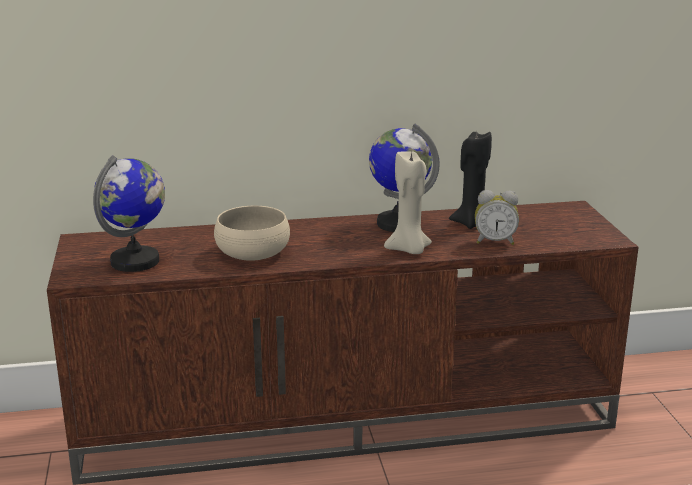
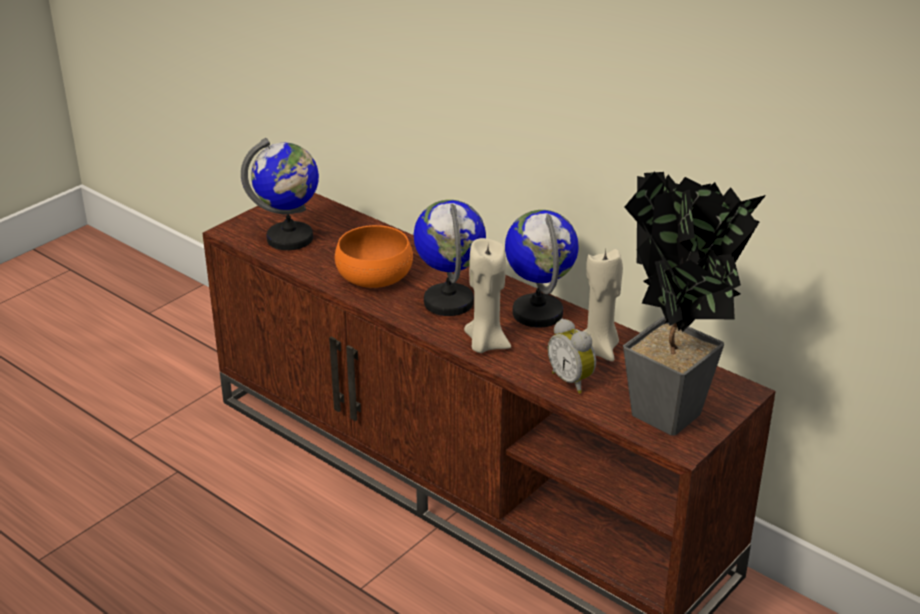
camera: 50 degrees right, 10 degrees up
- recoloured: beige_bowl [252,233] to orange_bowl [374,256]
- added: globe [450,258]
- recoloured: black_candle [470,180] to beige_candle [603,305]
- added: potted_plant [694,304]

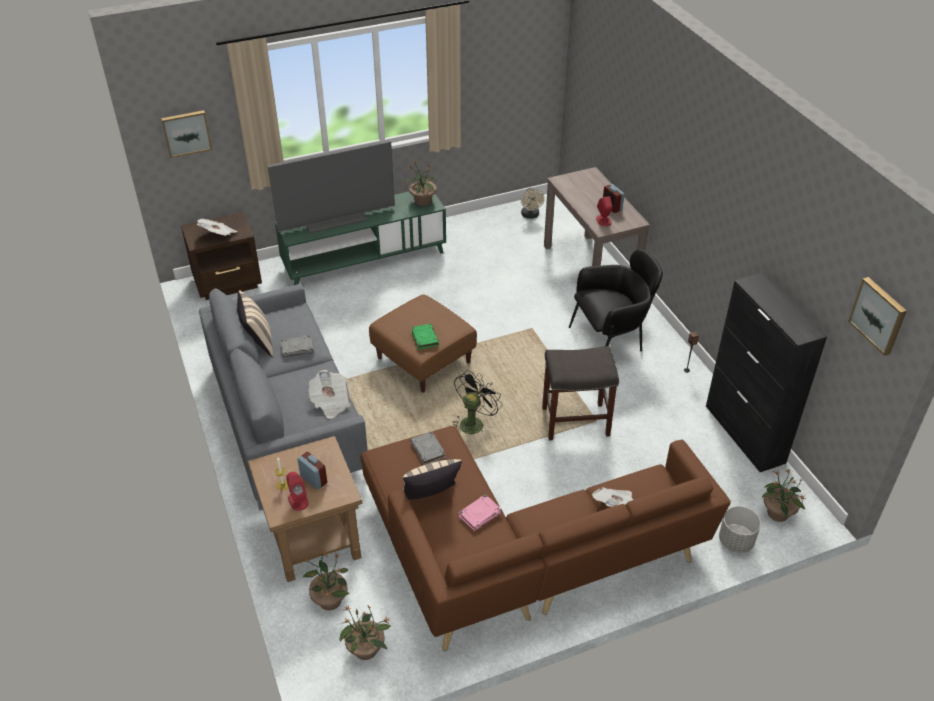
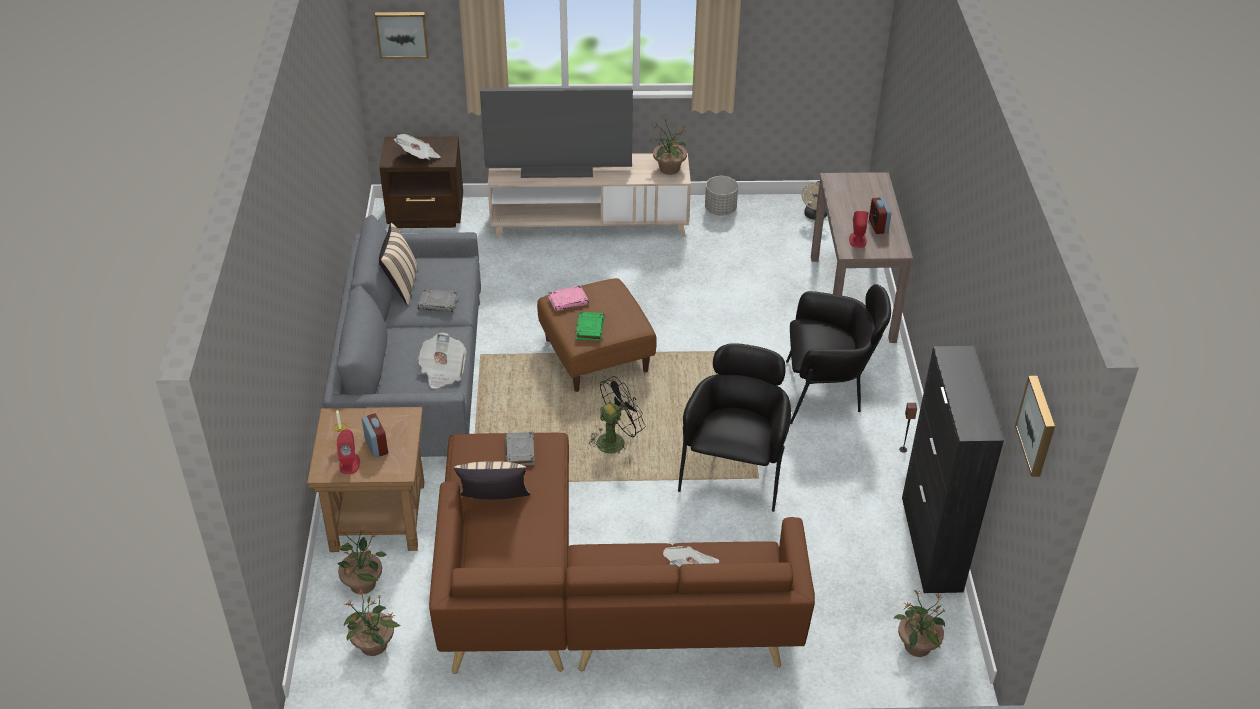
camera: 20 degrees right, 0 degrees up
- recoloured: green_tv_stand [360,238] to beige_tv_stand [589,196]
- moved: pink_book [480,512] to [568,298]
- replaced: grey_stool [580,393] to black_armchair [734,427]
- moved: grey_planter [740,529] to [721,196]

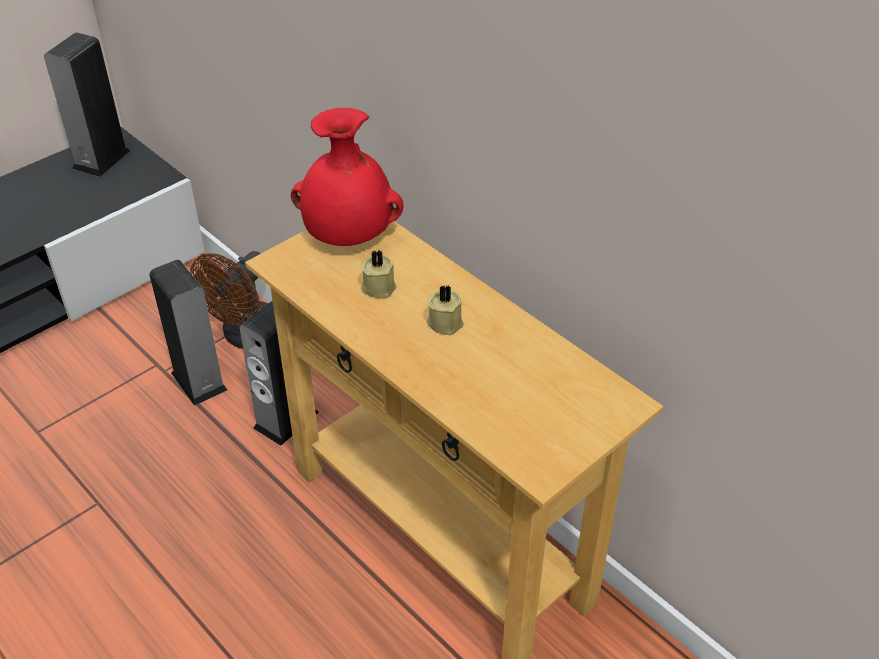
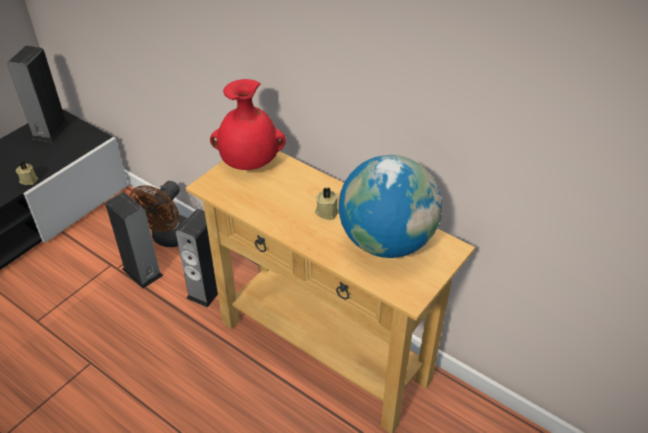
camera: 10 degrees left, 0 degrees up
- moved: beige_candle [378,274] to [27,173]
- added: globe [390,206]

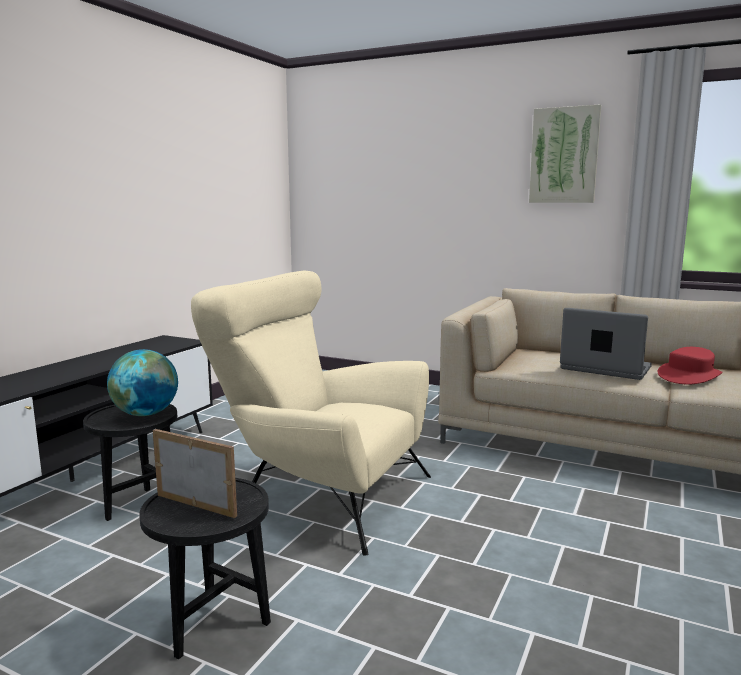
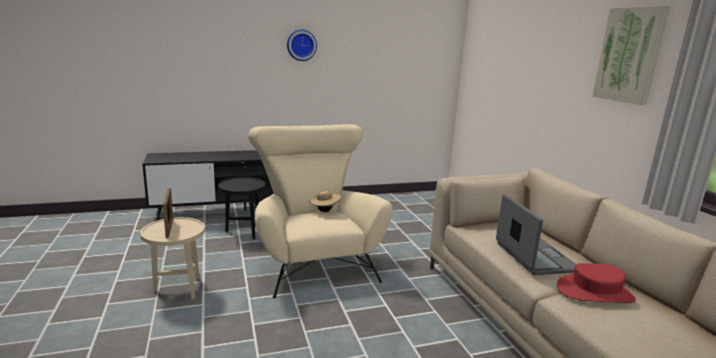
camera: 45 degrees right, 5 degrees up
- recoloured: black_side_table [205,568] to beige_side_table [172,258]
- added: wall_clock [302,45]
- added: beige_hat [325,200]
- removed: globe [142,382]

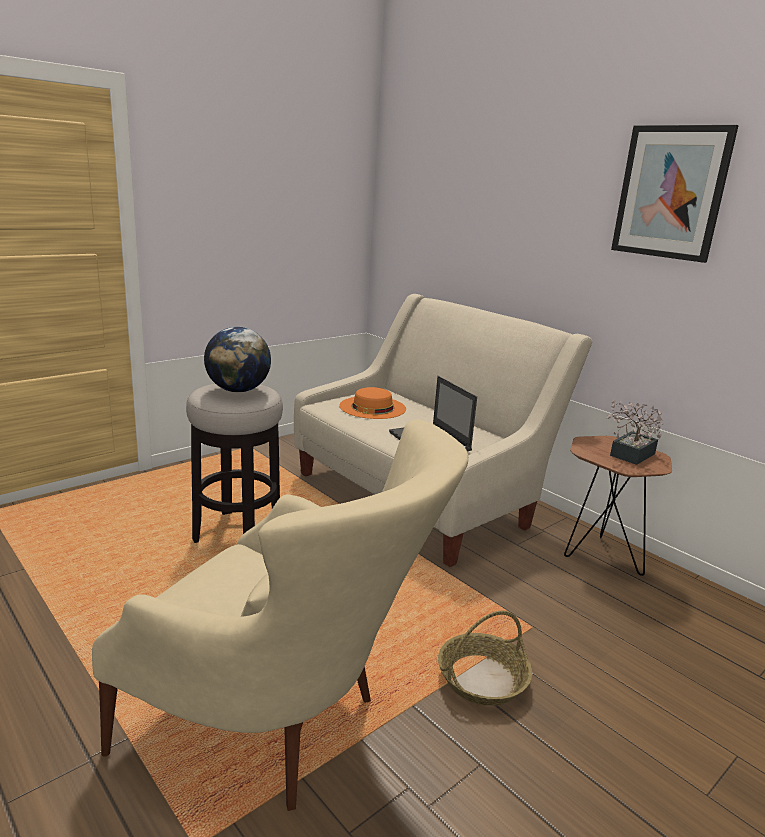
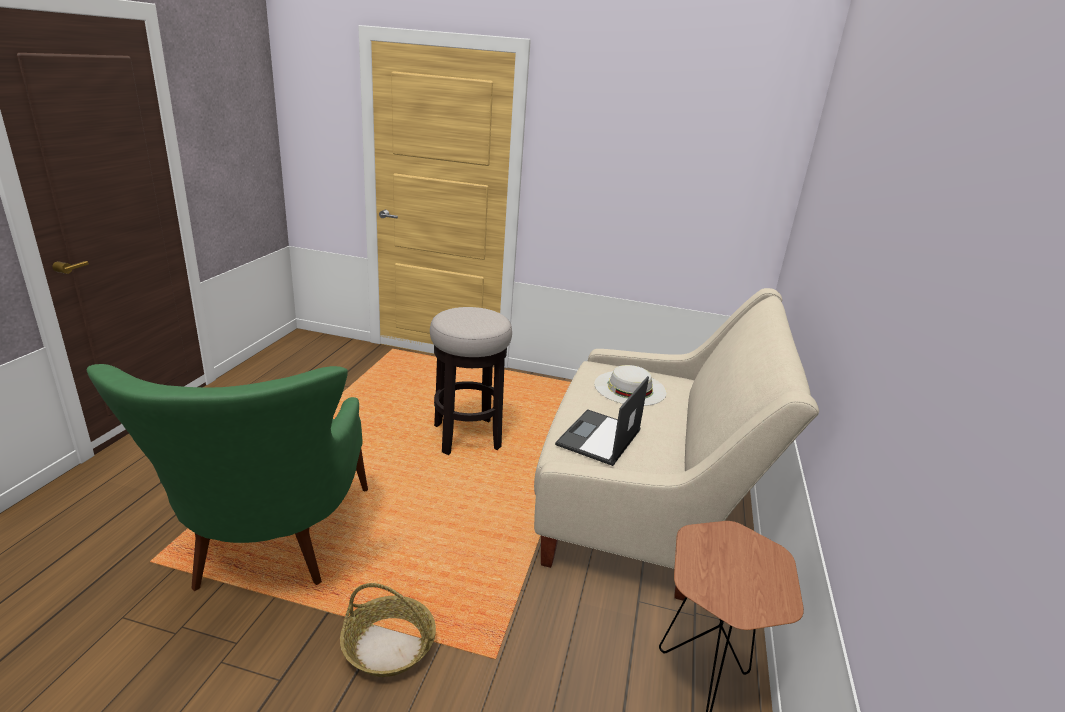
camera: 55 degrees right, 5 degrees up
- recoloured: beige_armchair [280,615] to green_armchair [227,477]
- recoloured: orange_hat [372,403] to white_hat [630,385]
- removed: globe [237,359]
- removed: potted_plant [635,432]
- removed: picture [675,194]

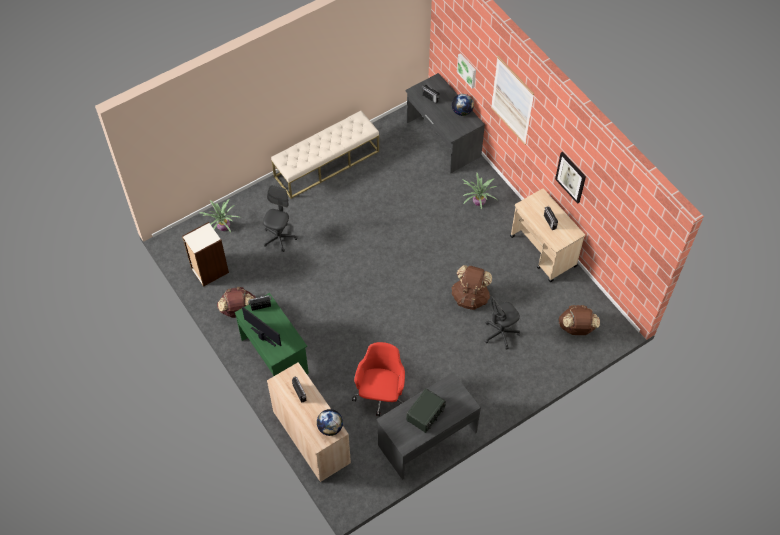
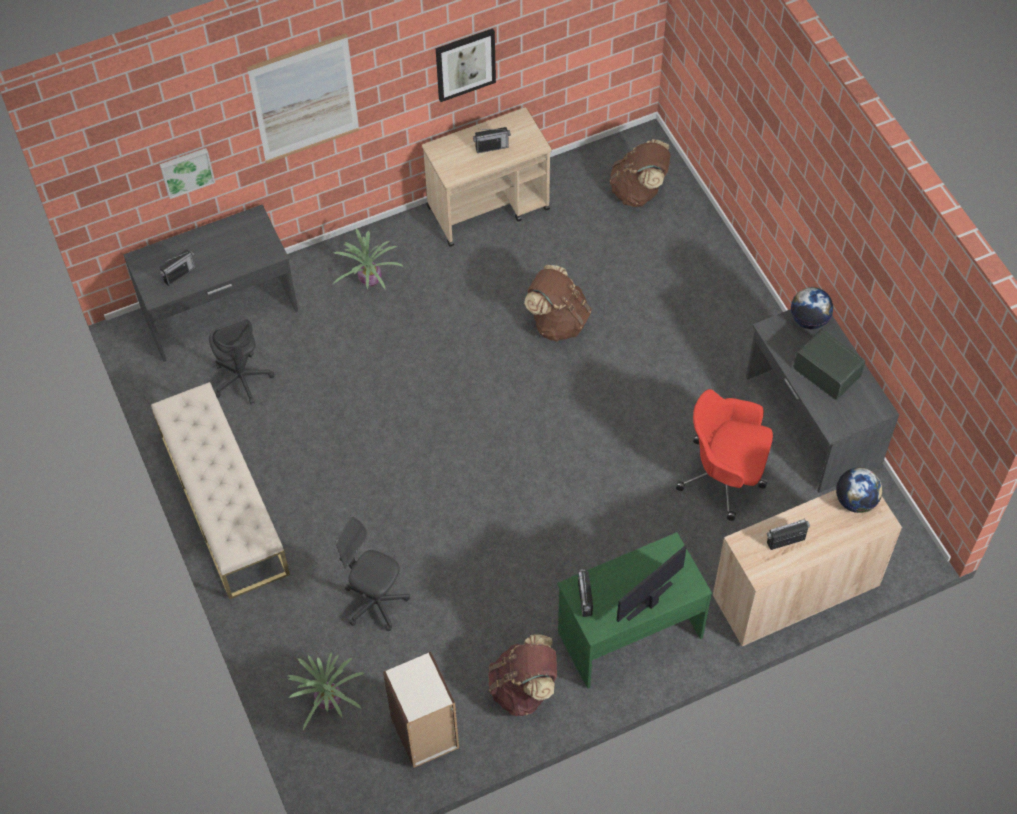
camera: 80 degrees left, 0 degrees up
- moved: grey_office_chair [502,322] to [241,361]
- moved: globe [463,105] to [812,308]

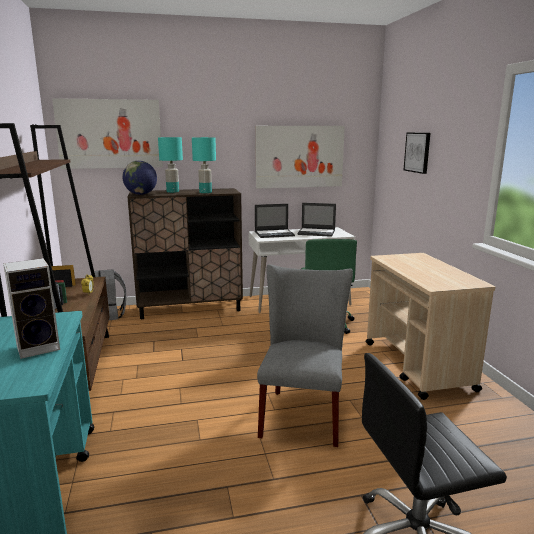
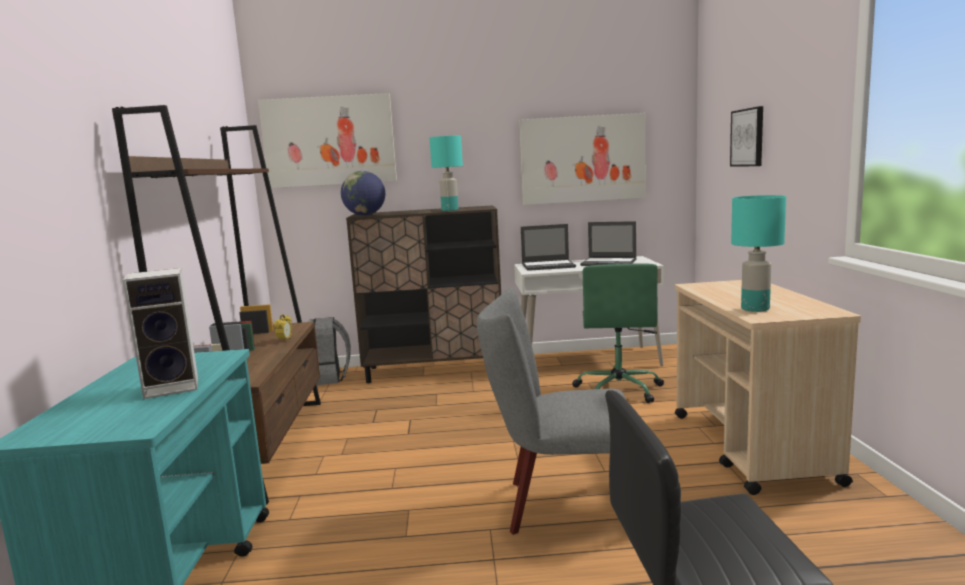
camera: 10 degrees right, 5 degrees down
- turned: grey_chair [305,355] = [551,411] 105 degrees counterclockwise
- moved: turquoise_table_lamp [170,165] to [758,253]

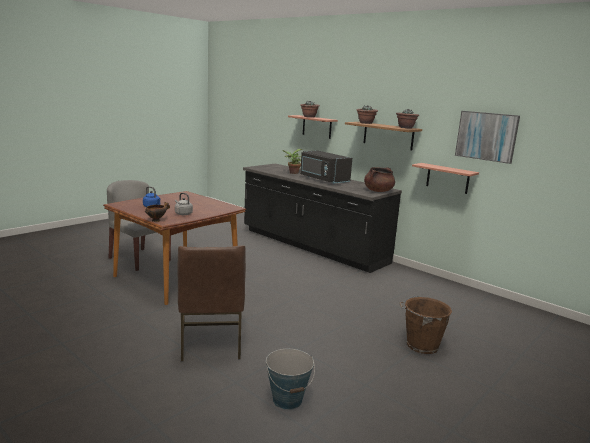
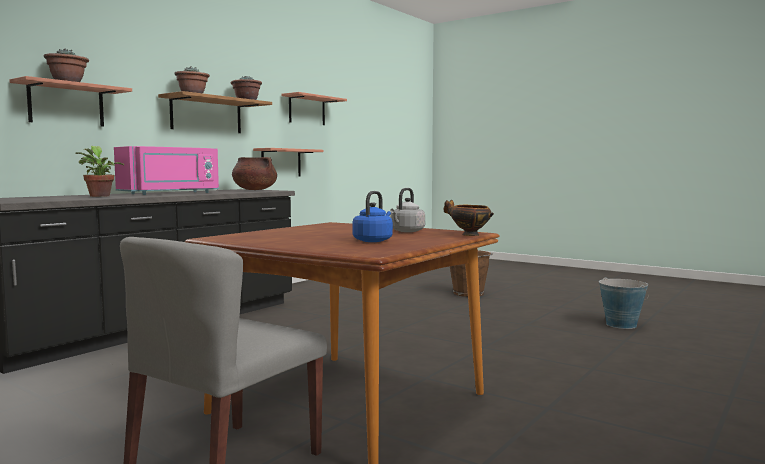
camera: 95 degrees left, 10 degrees down
- recoloured: black_microwave [326,167] to pink_microwave [166,170]
- replaced: picture [487,137] to shelf [314,108]
- removed: brown_chair [211,303]

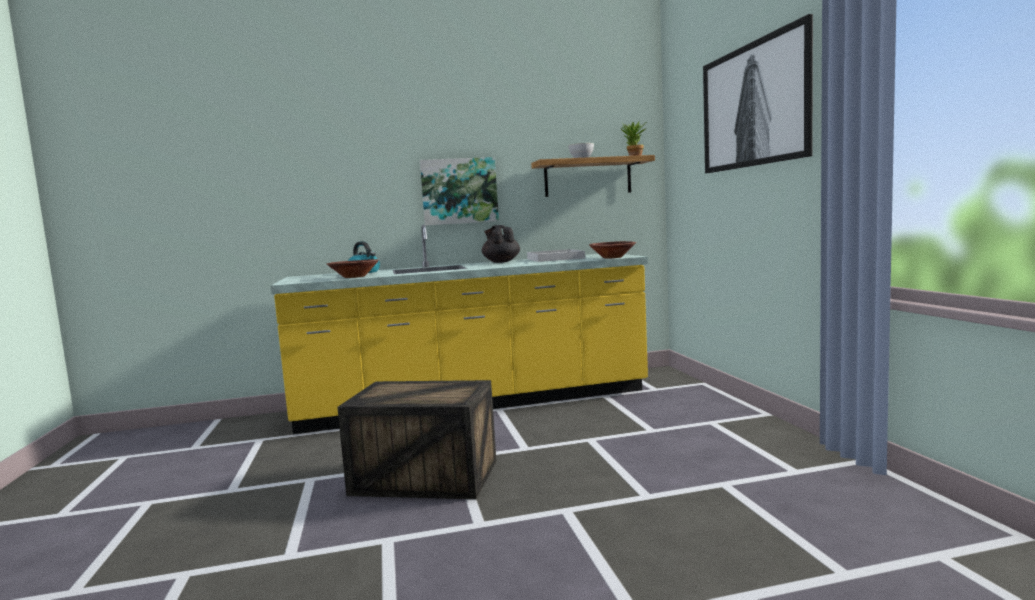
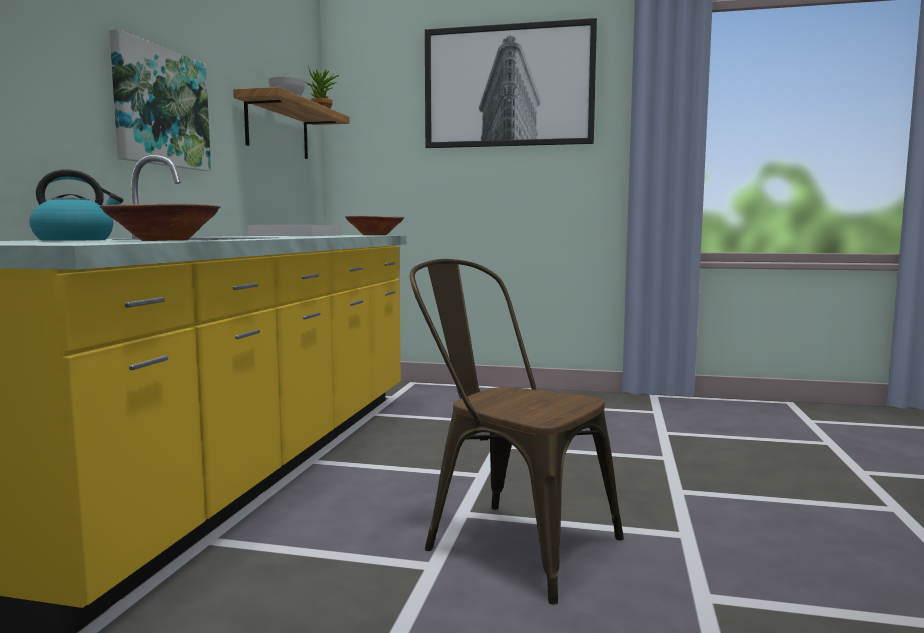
camera: 65 degrees left, 0 degrees up
- replaced: crate [416,439] to brown_chair [517,432]
- removed: black_teapot [501,244]

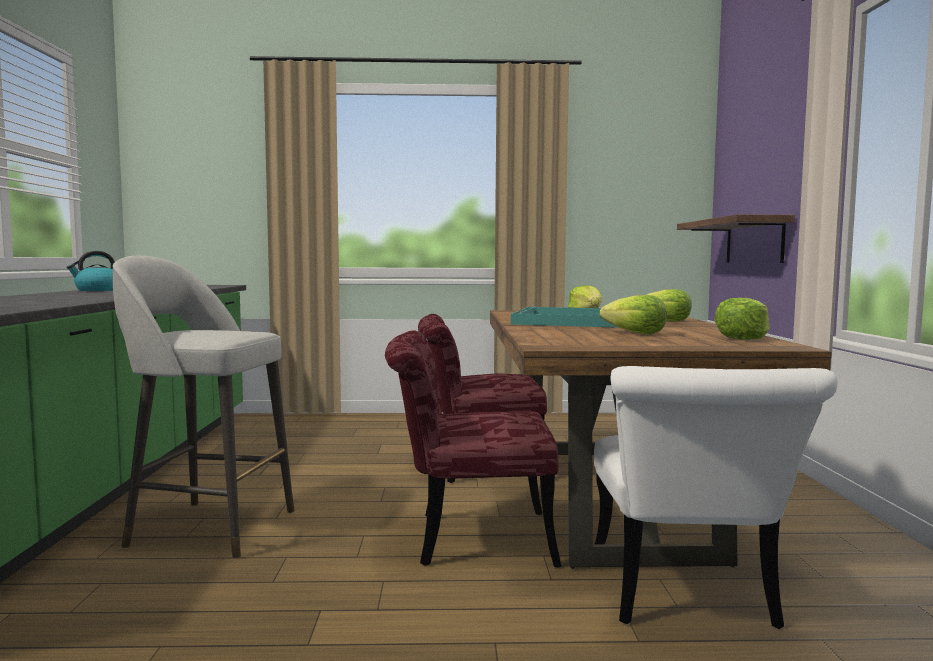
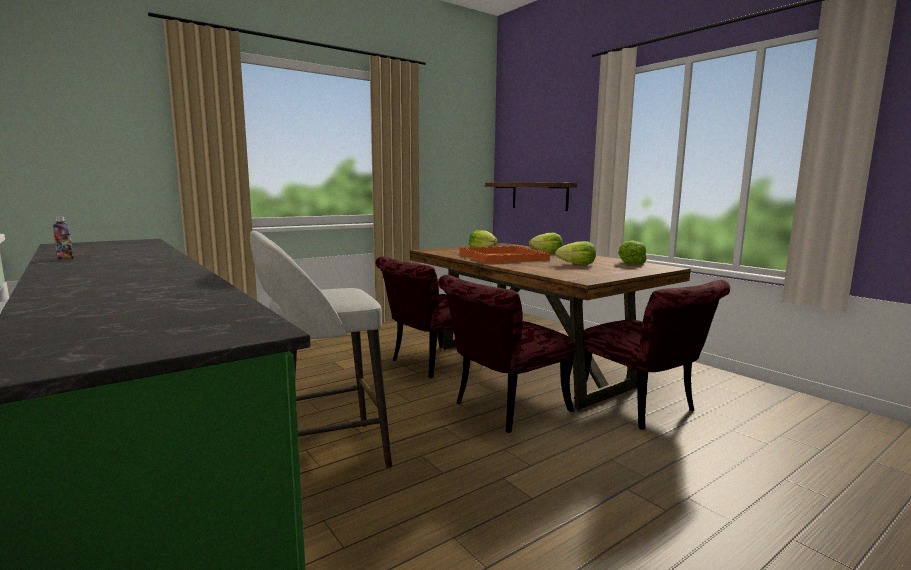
camera: 35 degrees left, 5 degrees up
- replaced: kettle [90,271] to bottle [63,238]
- recoloured: turquoise_tray [565,317] to orange_tray [504,254]
- recoloured: white_chair [716,497] to red_chair [651,355]

